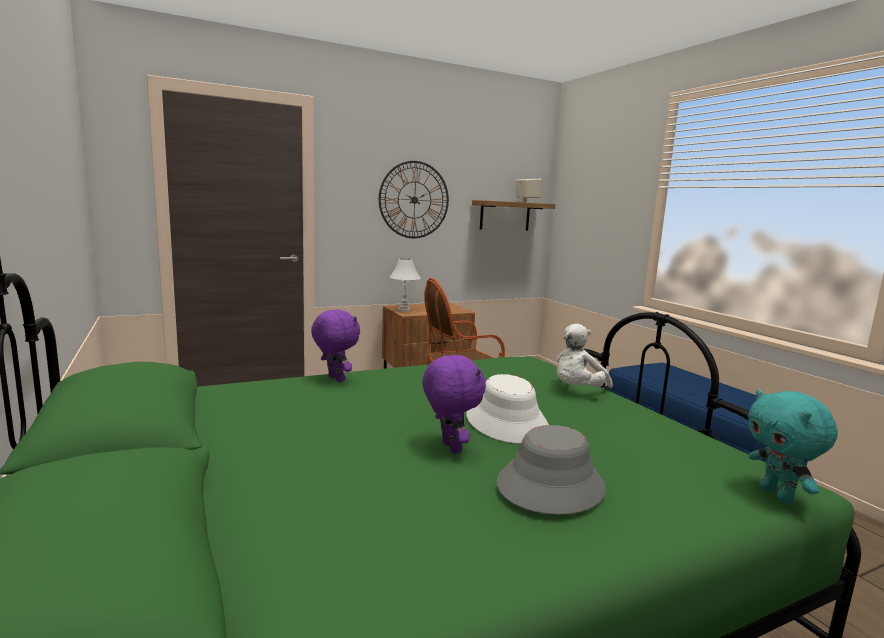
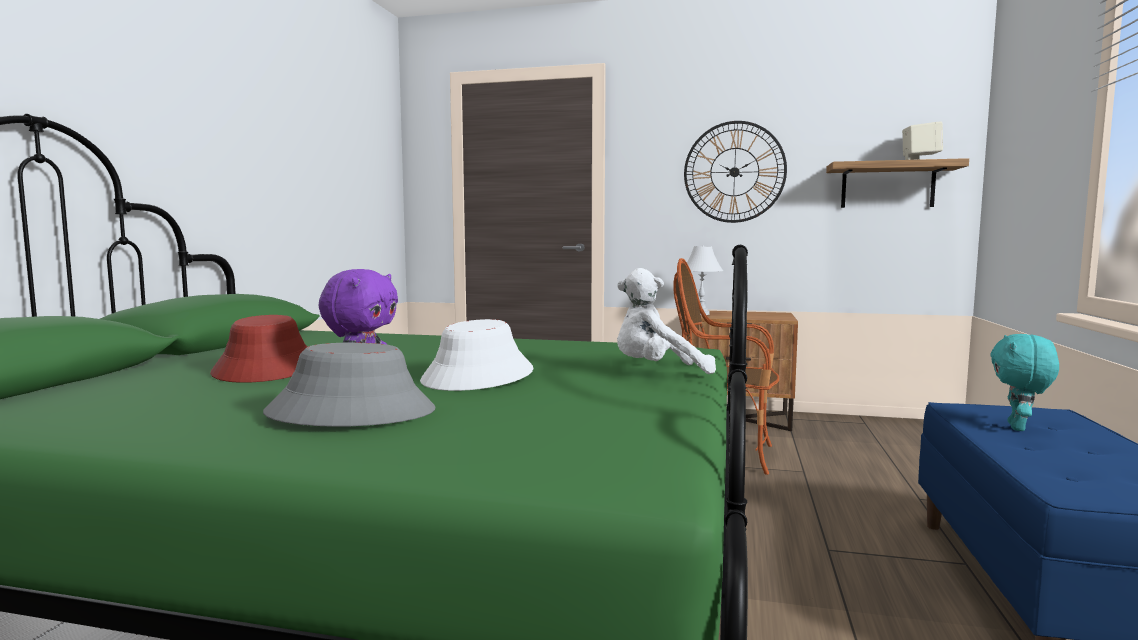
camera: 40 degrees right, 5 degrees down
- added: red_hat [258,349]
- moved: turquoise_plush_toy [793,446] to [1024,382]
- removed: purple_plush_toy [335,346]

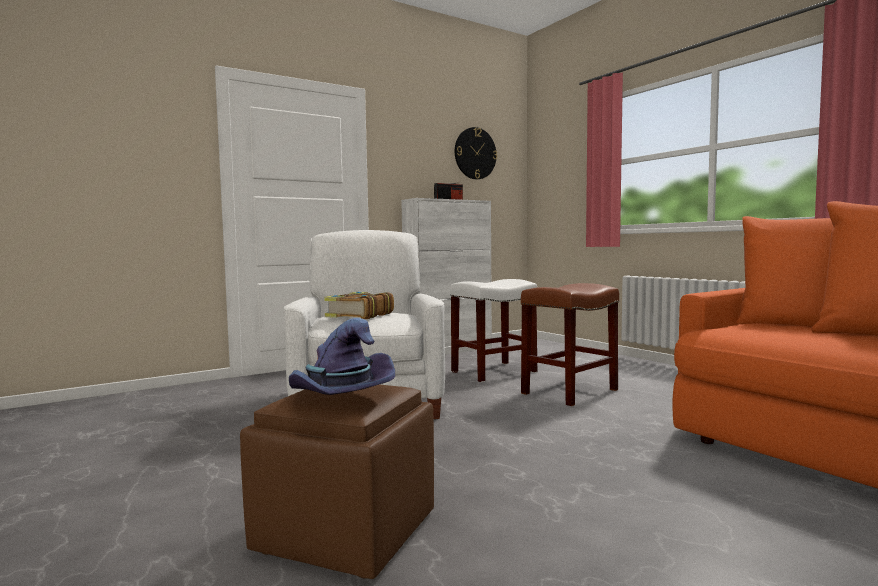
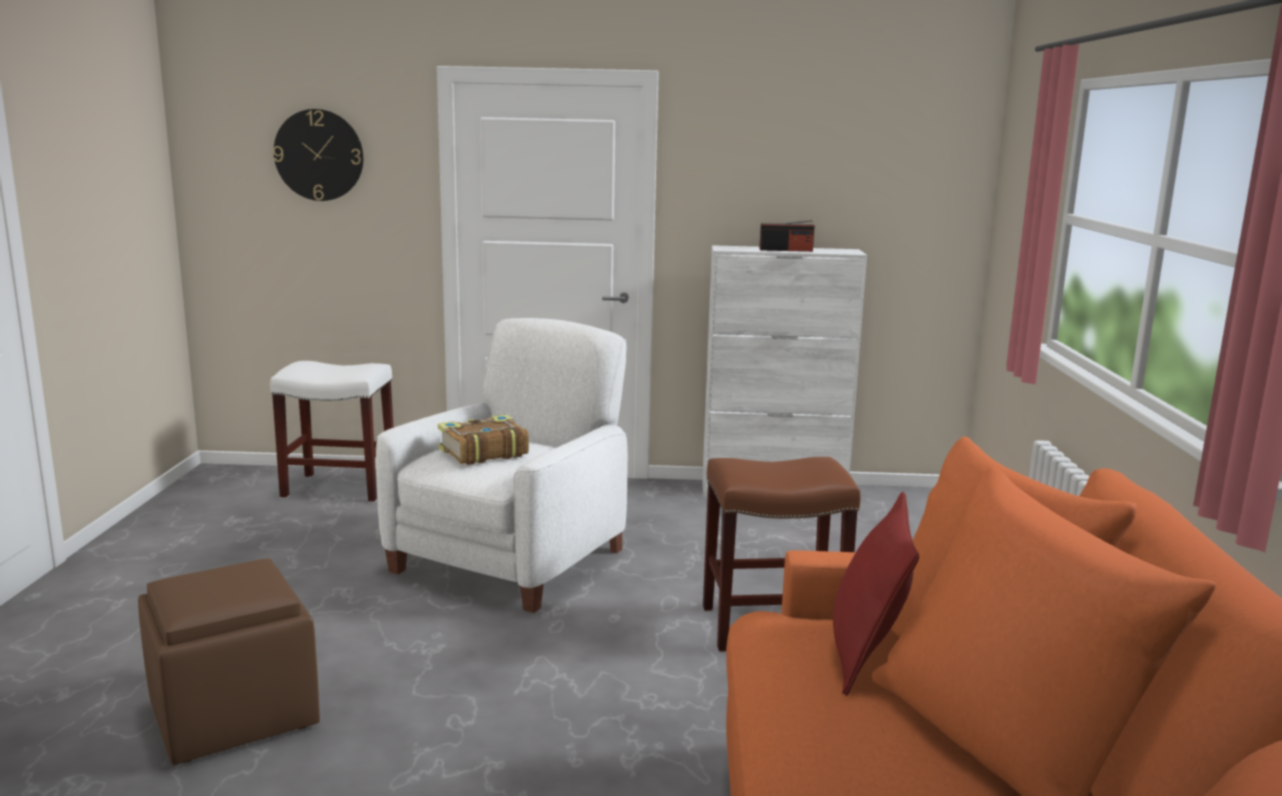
camera: 35 degrees right, 10 degrees up
- moved: white_stool [493,330] to [332,432]
- moved: wall_clock [476,153] to [318,155]
- added: red_pillow [876,594]
- removed: purple_hat [342,356]

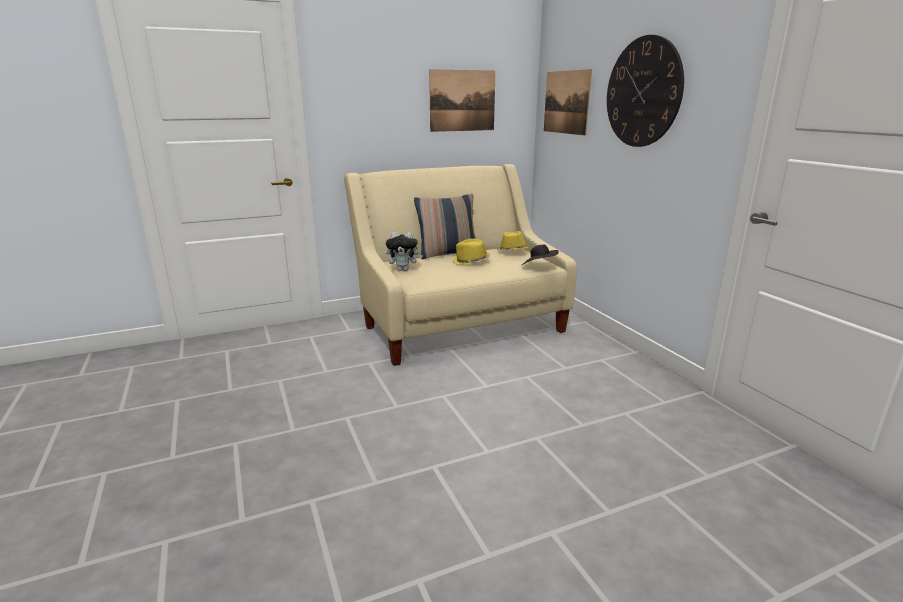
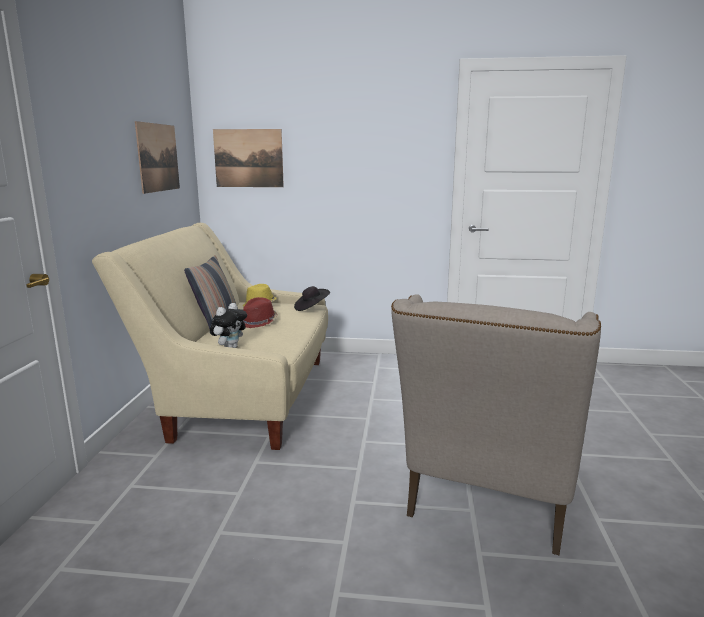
camera: 60 degrees left, 5 degrees down
- recoloured: yellow_hat [471,252] to red_hat [260,312]
- added: beige_armchair [496,424]
- removed: wall_clock [645,91]

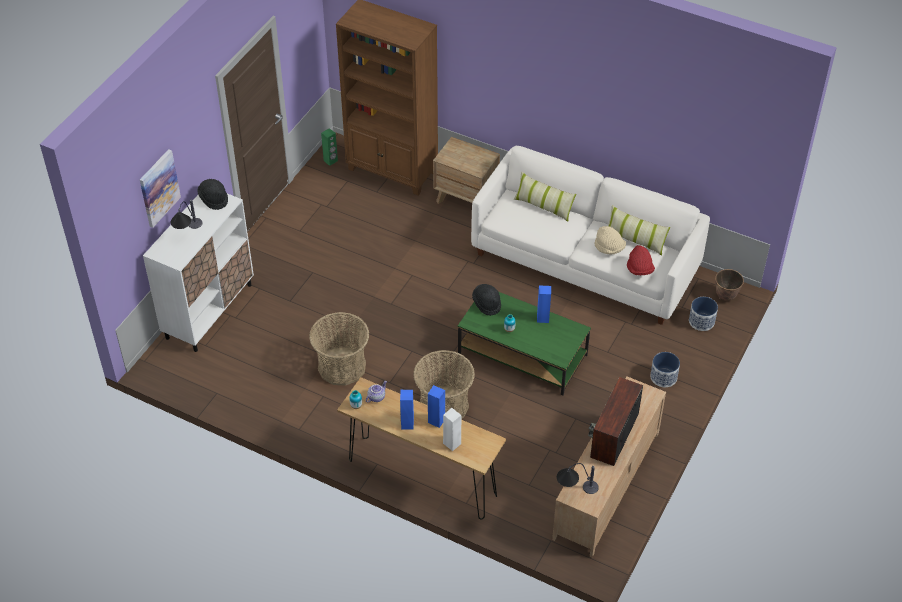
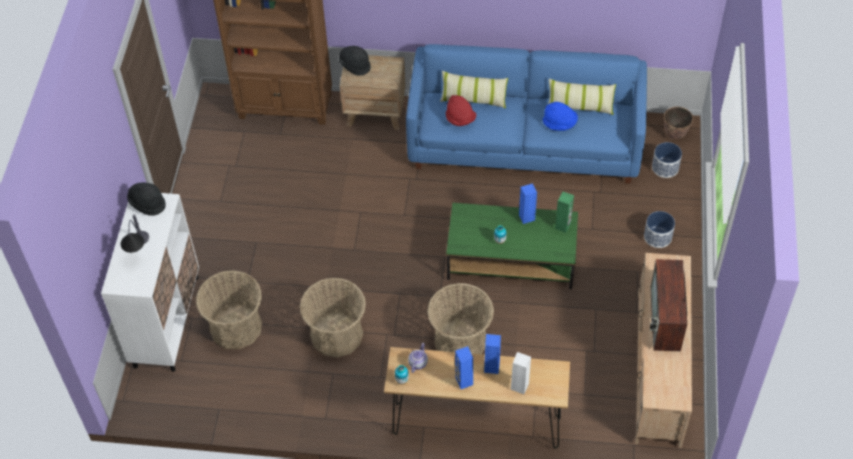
camera: 20 degrees left, 5 degrees up
- added: basket [229,309]
- moved: black_hat [486,300] to [355,61]
- recoloured: white_sofa [590,235] to blue_sofa [526,114]
- moved: red_hat [641,260] to [461,110]
- recoloured: beige_hat [610,240] to blue_hat [560,116]
- moved: green_speaker [329,147] to [564,212]
- removed: picture [160,188]
- removed: table_lamp [578,478]

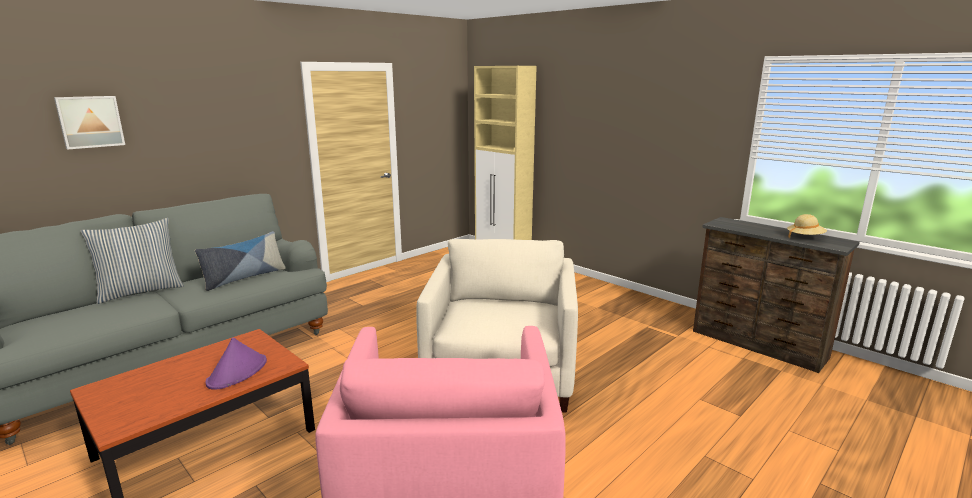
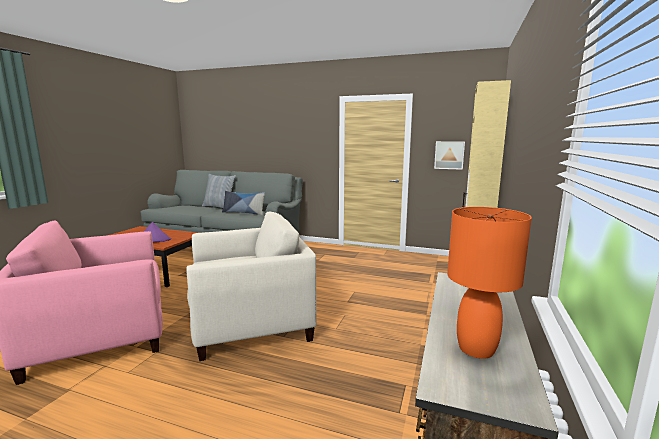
camera: 65 degrees right, 5 degrees down
- moved: picture [89,123] to [449,155]
- replaced: beige_hat [807,226] to orange_table_lamp [489,283]

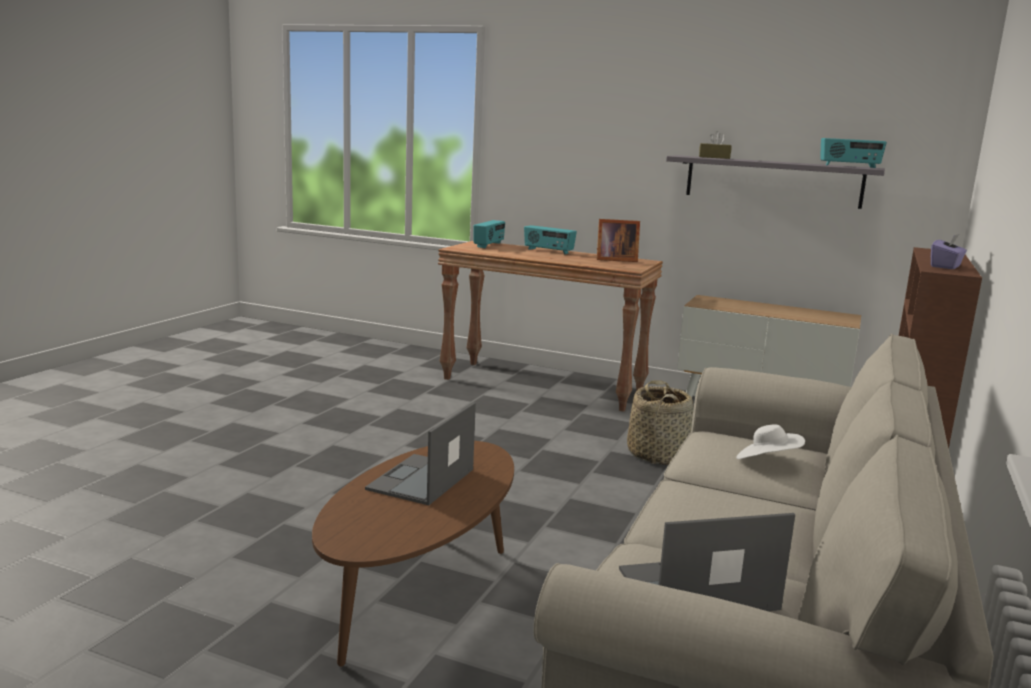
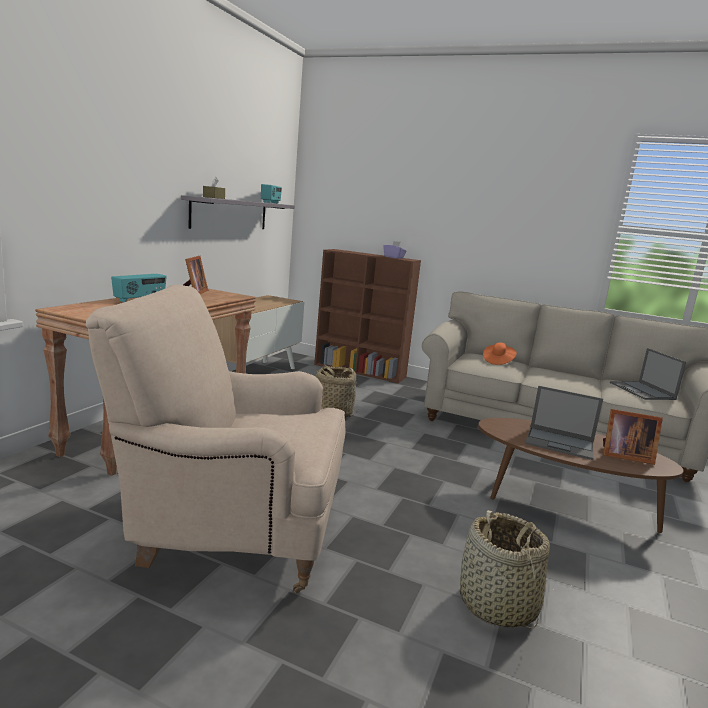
camera: 90 degrees left, 0 degrees up
- added: beige_armchair [215,439]
- added: basket [505,569]
- recoloured: white_hat [770,441] to orange_hat [500,354]
- added: picture_frame [633,437]
- removed: radio [489,234]

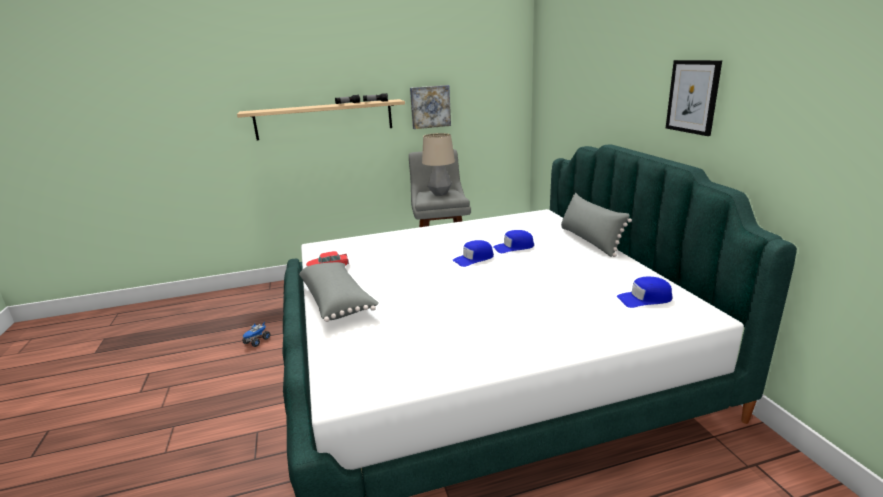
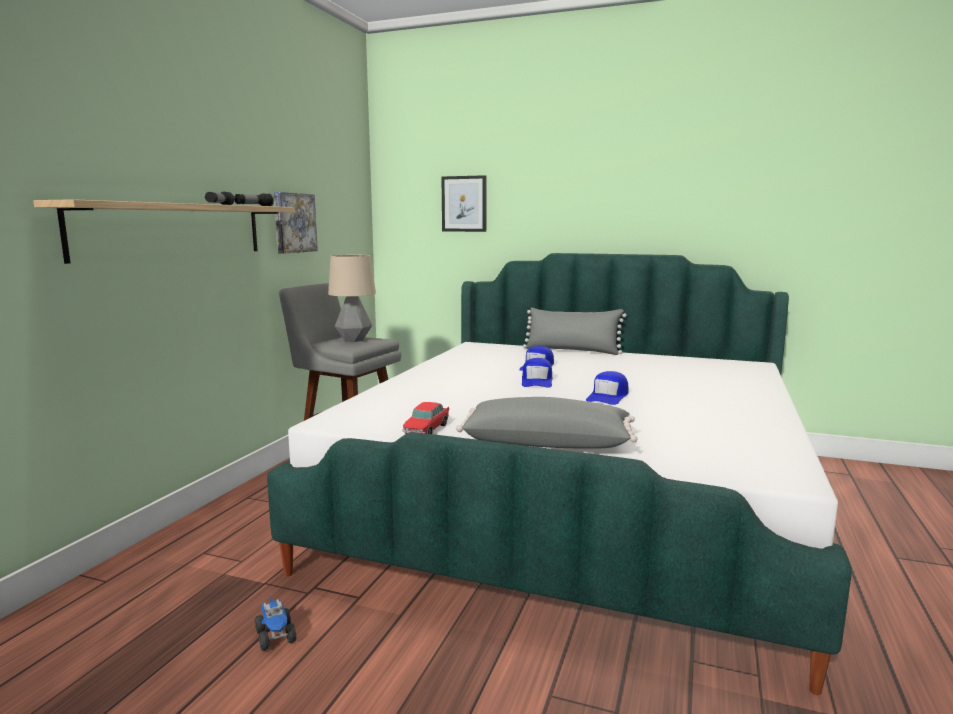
camera: 55 degrees left, 10 degrees down
- moved: picture [694,98] to [464,203]
- moved: blue_cap [645,292] to [607,388]

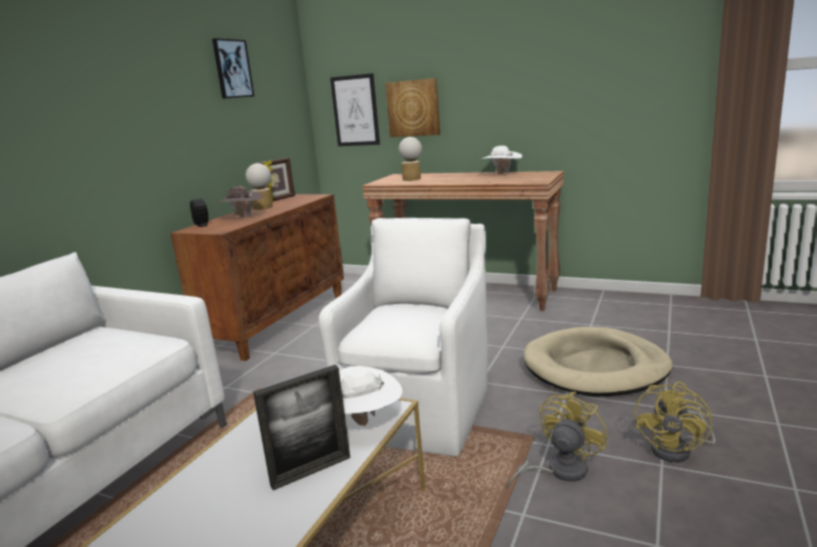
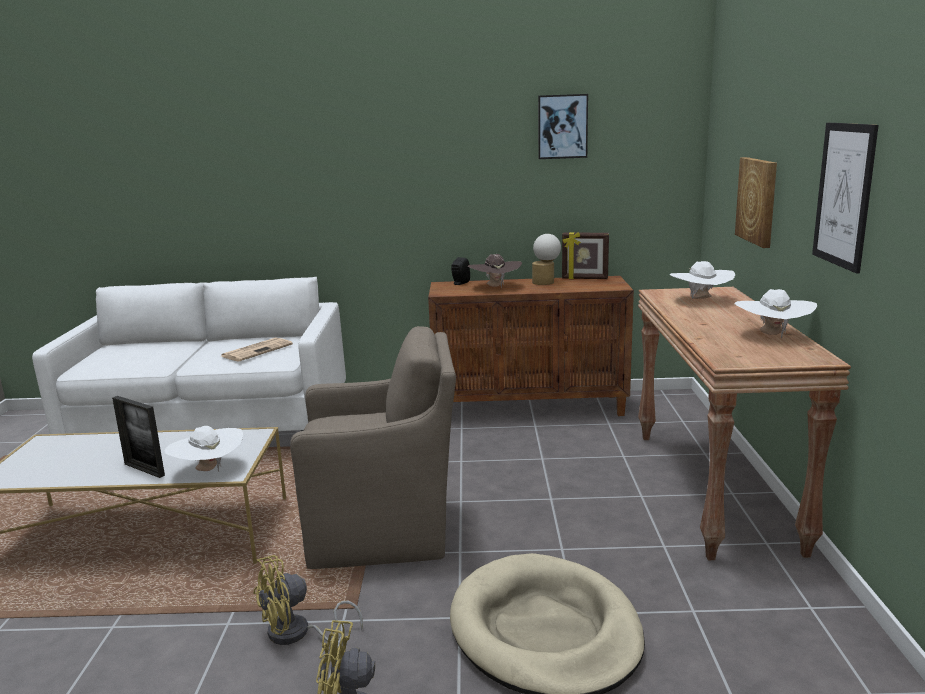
camera: 65 degrees right, 0 degrees up
- added: newspaper [257,349]
- turned: yellow_fan [557,440] = [308,600] 135 degrees clockwise
- recoloured: white_armchair [403,337] to brown_armchair [373,447]
- replaced: table_lamp [410,159] to white_hat [702,280]
- moved: picture [355,109] to [845,198]

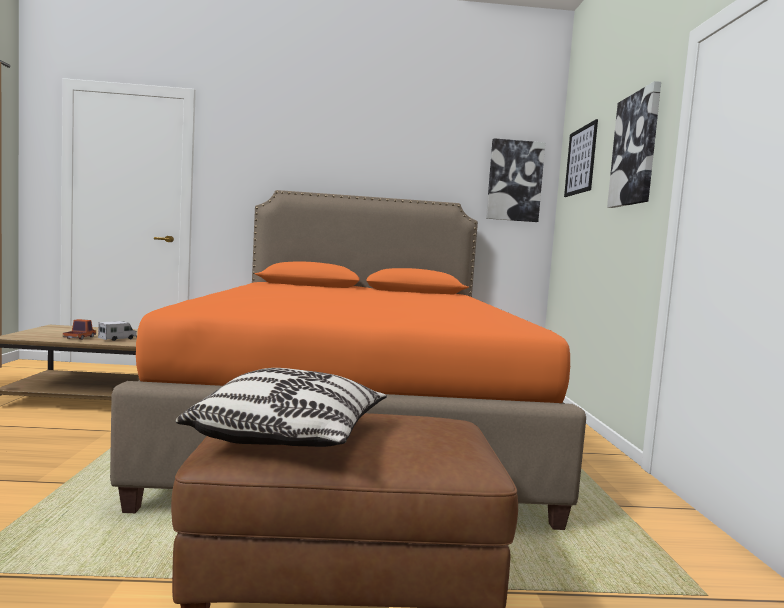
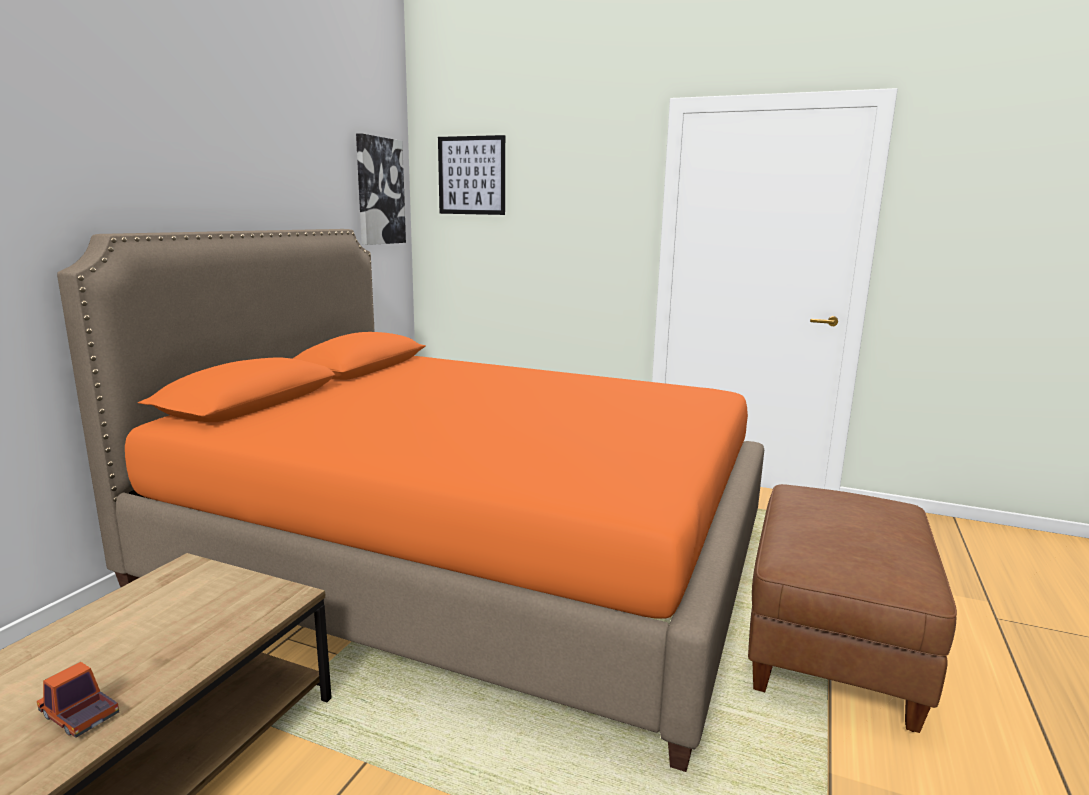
camera: 65 degrees left, 10 degrees up
- removed: toy_truck [117,331]
- removed: pillow [281,407]
- removed: picture [634,144]

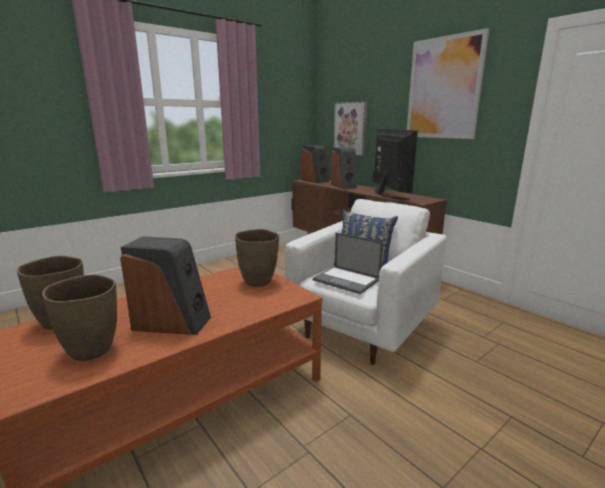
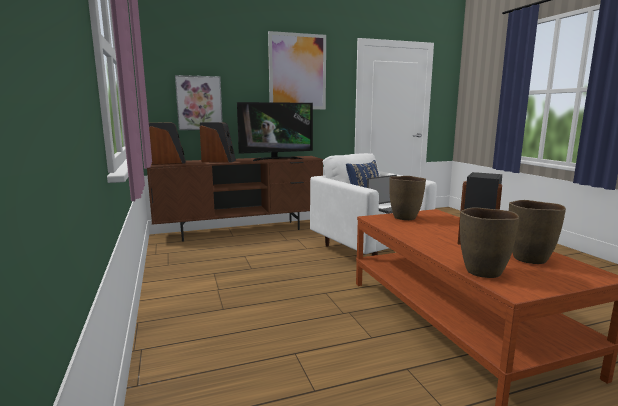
camera: 70 degrees left, 5 degrees down
- turned: television [395,164] = [275,131] 150 degrees clockwise

